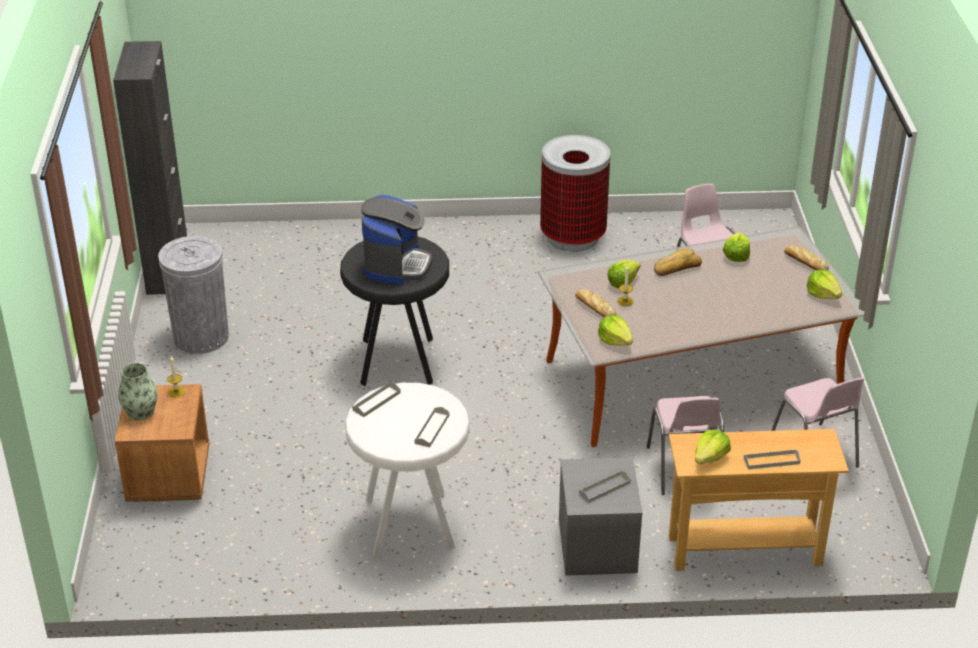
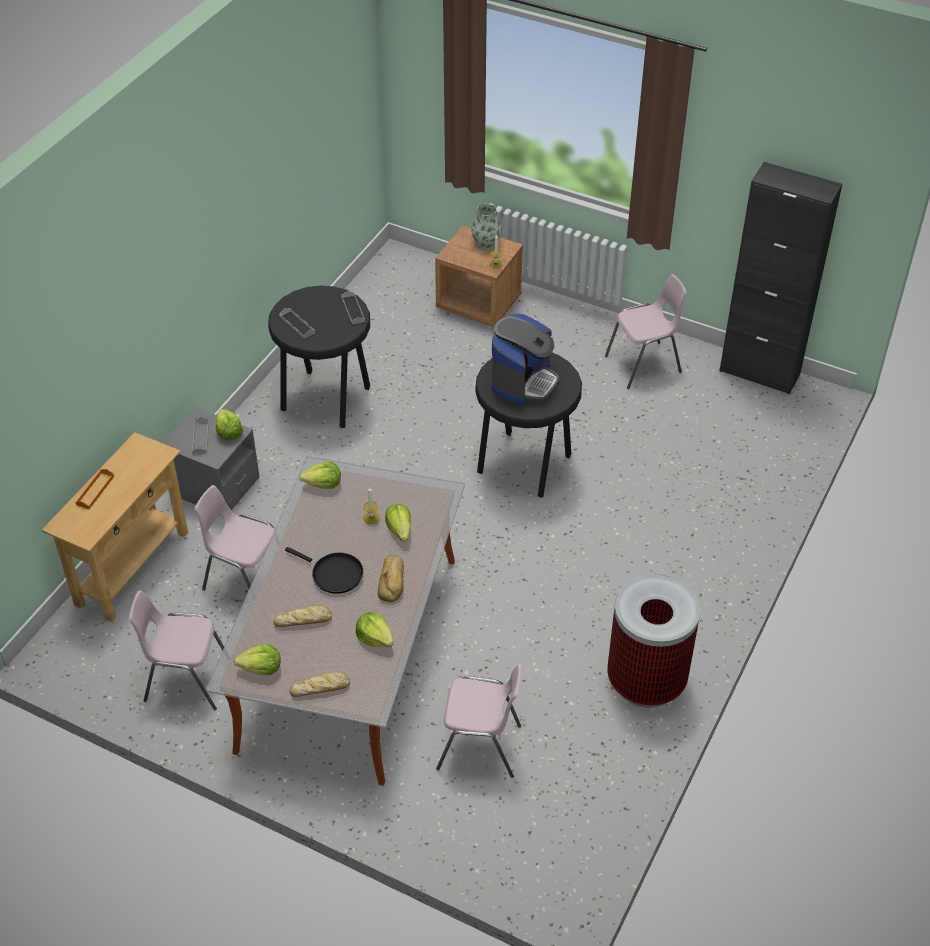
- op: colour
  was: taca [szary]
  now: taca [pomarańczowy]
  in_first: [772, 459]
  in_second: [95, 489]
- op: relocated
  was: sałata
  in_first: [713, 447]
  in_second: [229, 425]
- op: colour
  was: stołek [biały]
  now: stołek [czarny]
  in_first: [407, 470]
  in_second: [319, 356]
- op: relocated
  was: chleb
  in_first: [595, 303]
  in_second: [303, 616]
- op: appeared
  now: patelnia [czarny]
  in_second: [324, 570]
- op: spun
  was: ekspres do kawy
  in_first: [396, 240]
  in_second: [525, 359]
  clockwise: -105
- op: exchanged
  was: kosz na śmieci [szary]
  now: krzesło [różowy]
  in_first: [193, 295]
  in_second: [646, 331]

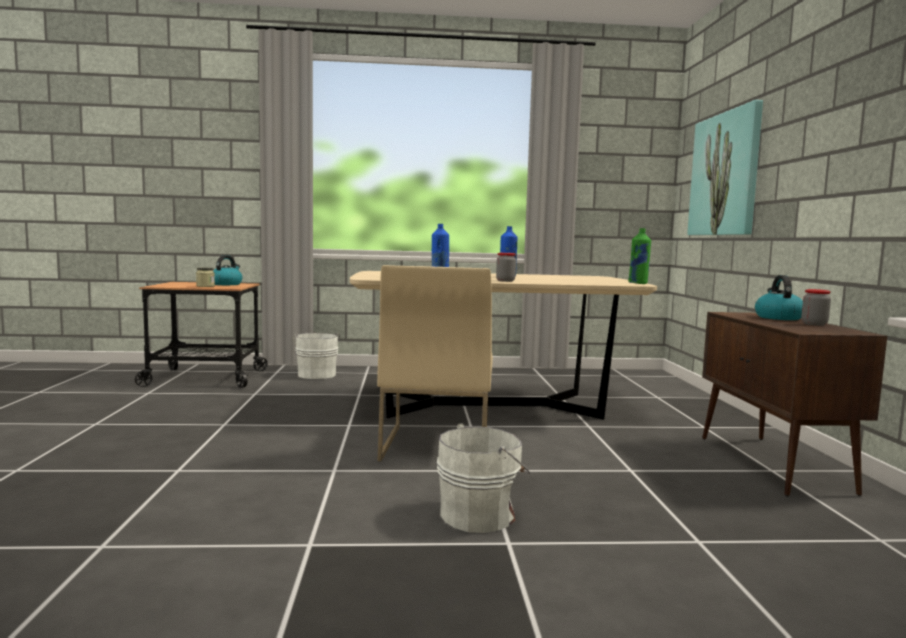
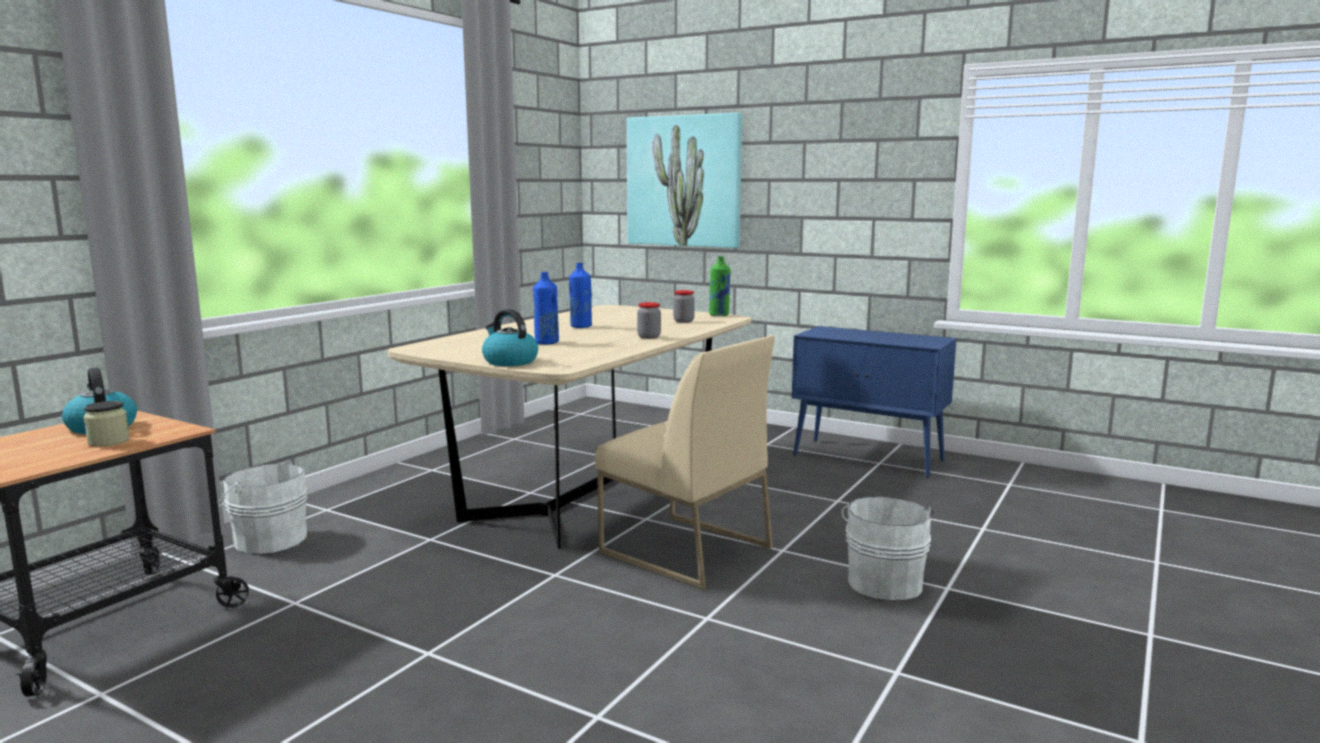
- op: relocated
  was: czajnik
  in_first: [779, 297]
  in_second: [510, 337]
- op: relocated
  was: słoik
  in_first: [816, 307]
  in_second: [684, 306]
- op: colour
  was: szafka [brązowy]
  now: szafka [niebieski]
  in_first: [794, 404]
  in_second: [874, 402]

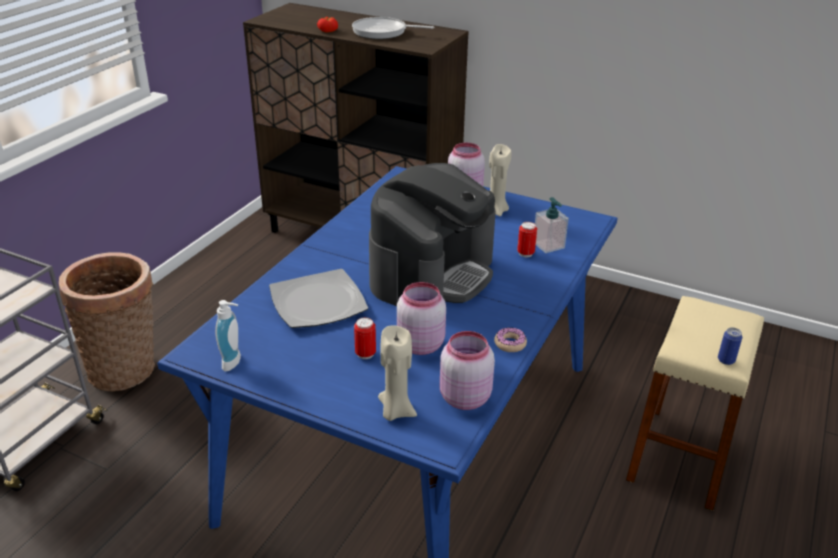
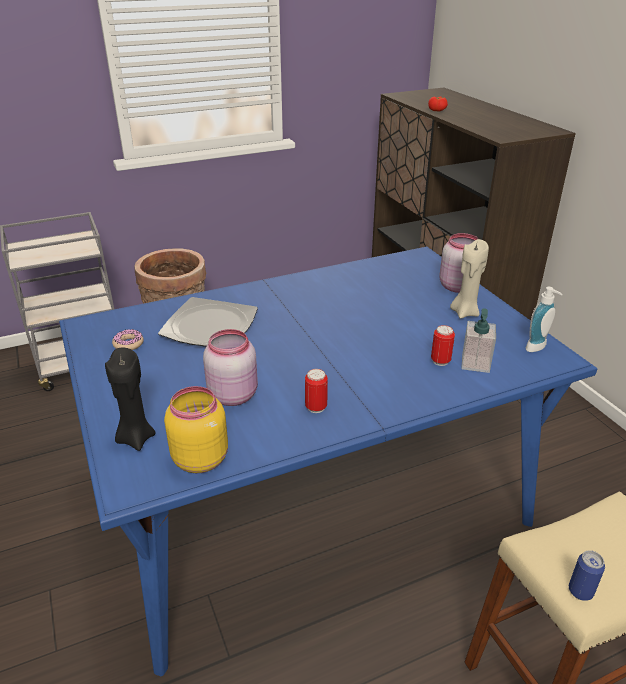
- op: colour
  was: świeca [beżowy]
  now: świeca [czarny]
  in_first: [397, 373]
  in_second: [130, 399]
- op: relocated
  was: donut
  in_first: [510, 340]
  in_second: [128, 339]
- op: colour
  was: słoik [różowy]
  now: słoik [żółty]
  in_first: [467, 370]
  in_second: [196, 429]
- op: relocated
  was: puszka
  in_first: [365, 338]
  in_second: [316, 391]
- op: relocated
  was: dozownik mydła
  in_first: [228, 335]
  in_second: [544, 319]
- op: missing
  was: patelnia
  in_first: [393, 28]
- op: missing
  was: ekspres do kawy
  in_first: [432, 234]

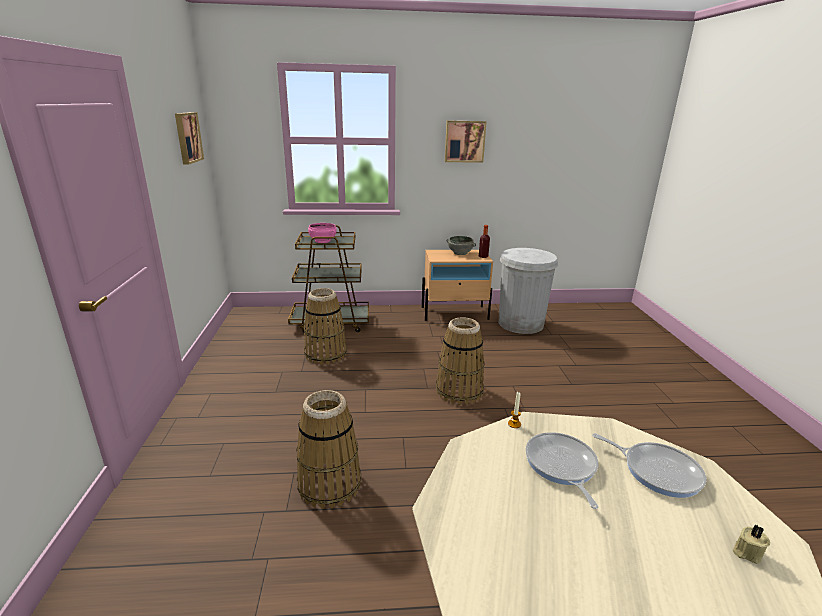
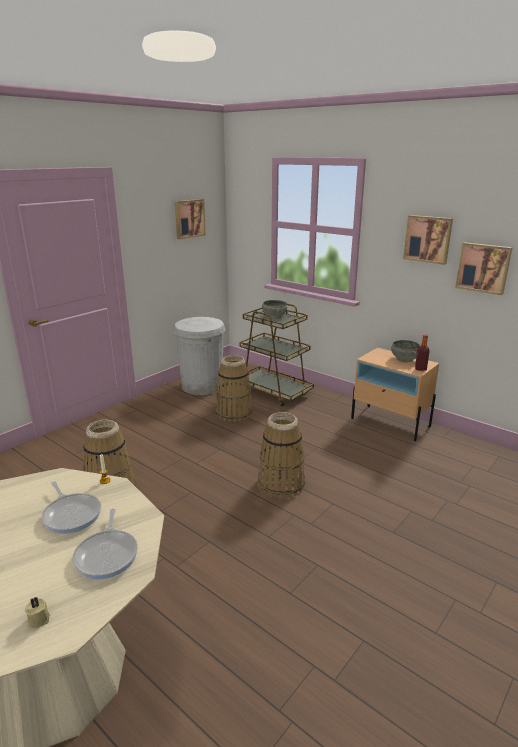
- op: spun
  was: patelnia
  in_first: [562, 470]
  in_second: [71, 507]
  clockwise: 105
- op: relocated
  was: kosz na śmieci [biały]
  in_first: [528, 291]
  in_second: [199, 356]
- op: colour
  was: miska [różowy]
  now: miska [szary]
  in_first: [322, 233]
  in_second: [274, 309]
- op: appeared
  now: obraz
  in_second: [484, 268]

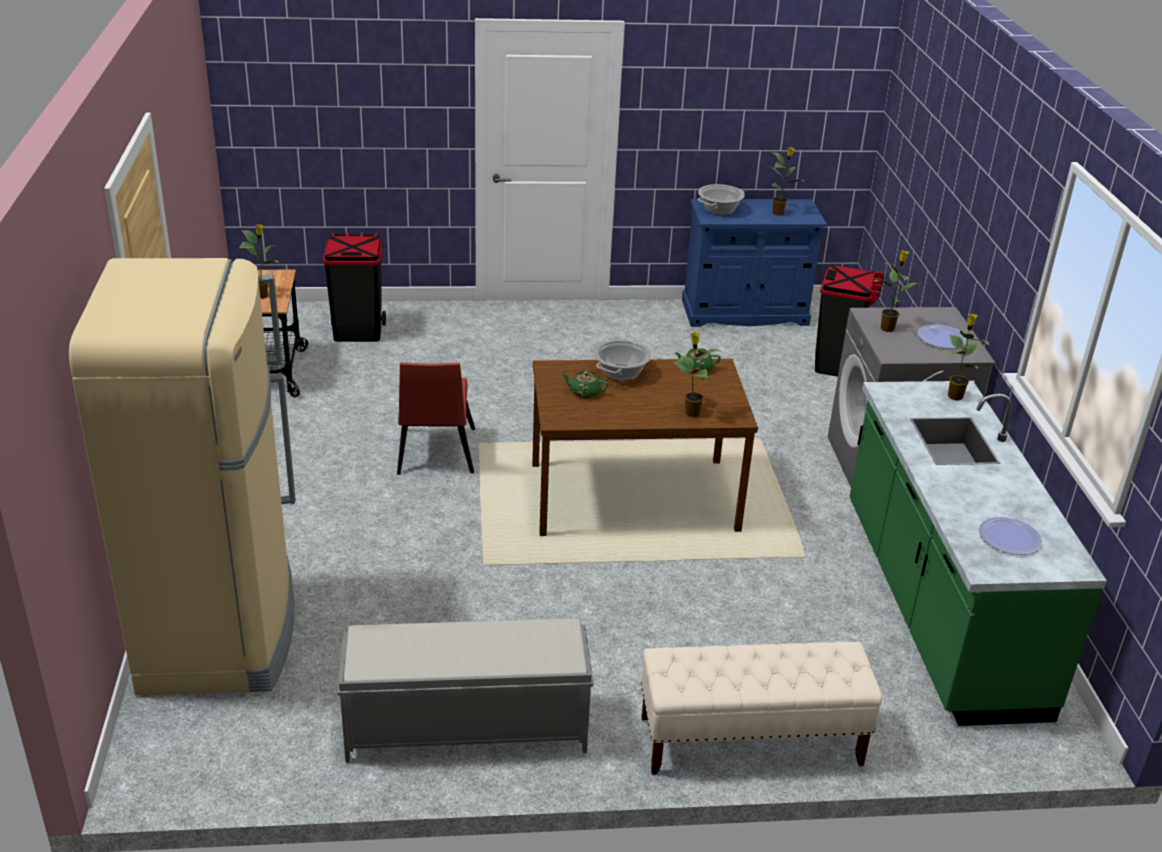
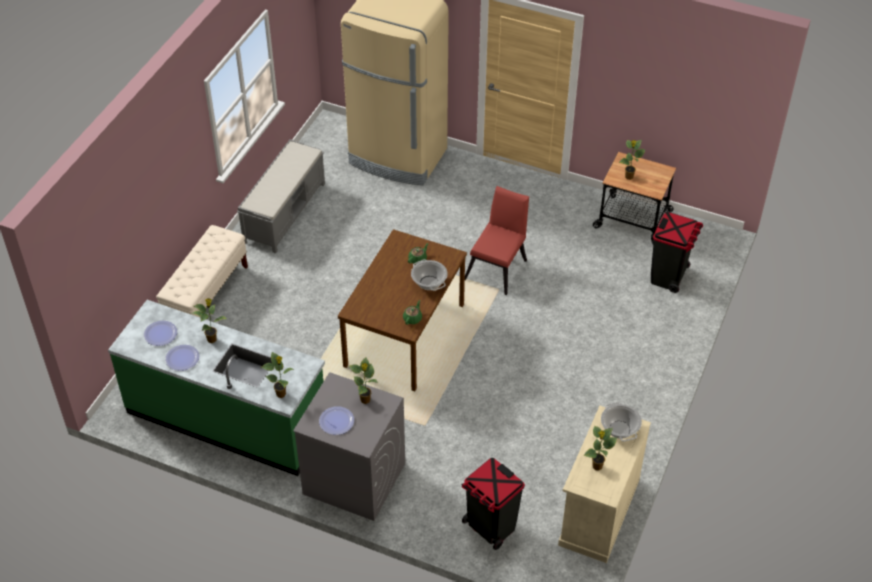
- op: appeared
  now: talerz
  in_second: [182, 358]
- op: relocated
  was: roślina doniczkowa
  in_first: [696, 374]
  in_second: [209, 320]
- op: spun
  was: krzesło [czerwony]
  in_first: [436, 418]
  in_second: [497, 240]
  clockwise: 90
- op: colour
  was: szafka [niebieski]
  now: szafka [beżowy]
  in_first: [754, 263]
  in_second: [604, 484]

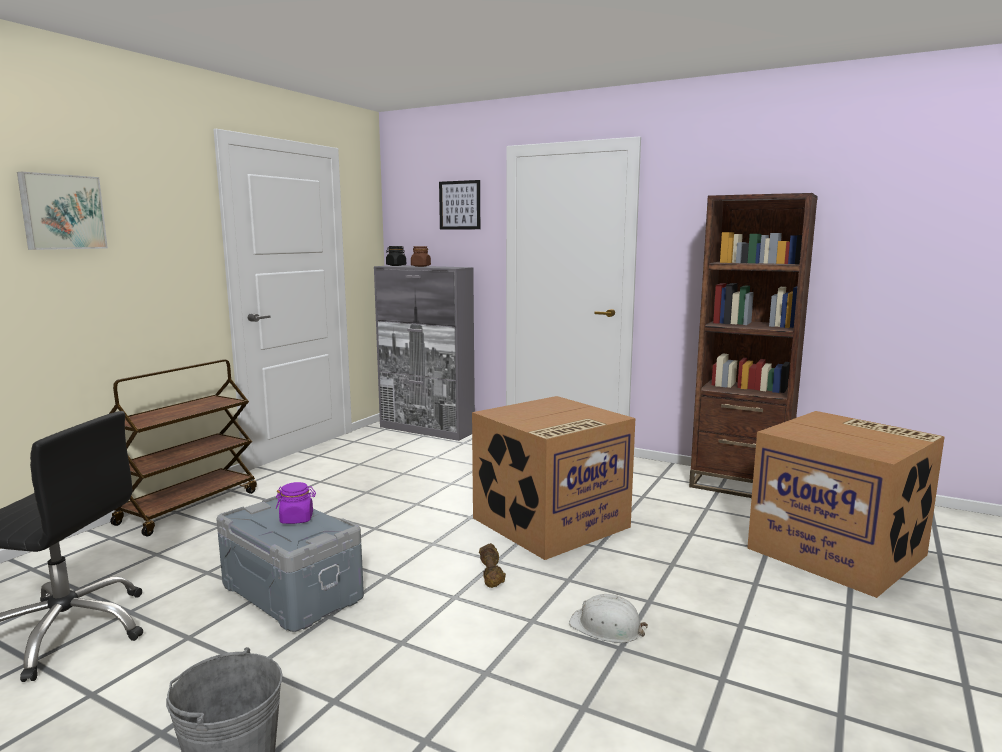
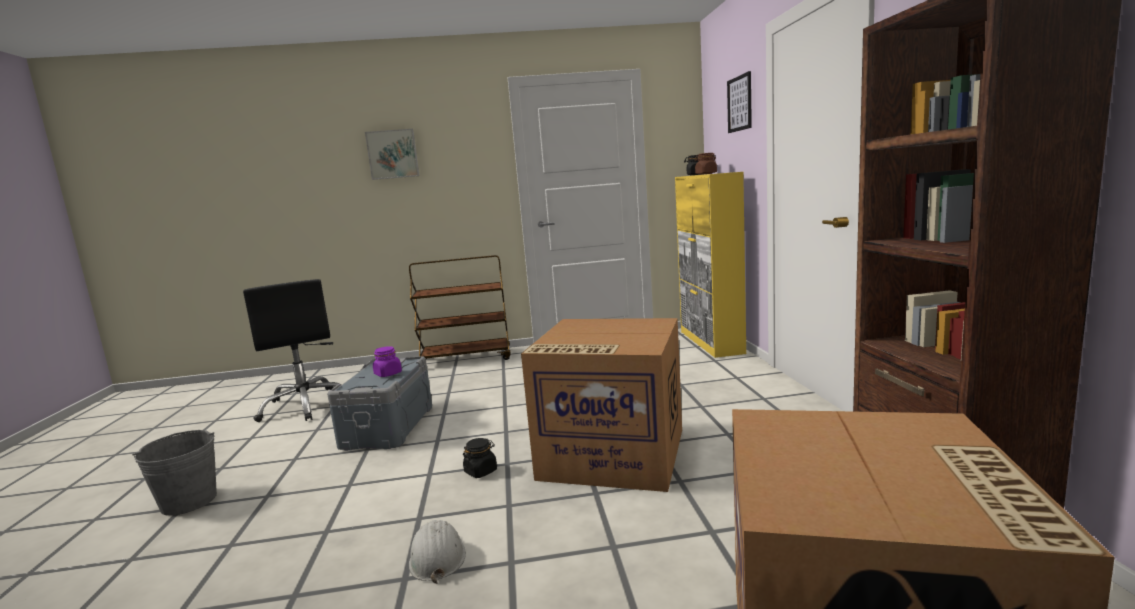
- op: exchanged
  was: hantel [brązowy]
  now: słoik [czarny]
  in_first: [492, 565]
  in_second: [480, 458]
- op: colour
  was: szafka [szary]
  now: szafka [żółty]
  in_first: [424, 353]
  in_second: [710, 265]

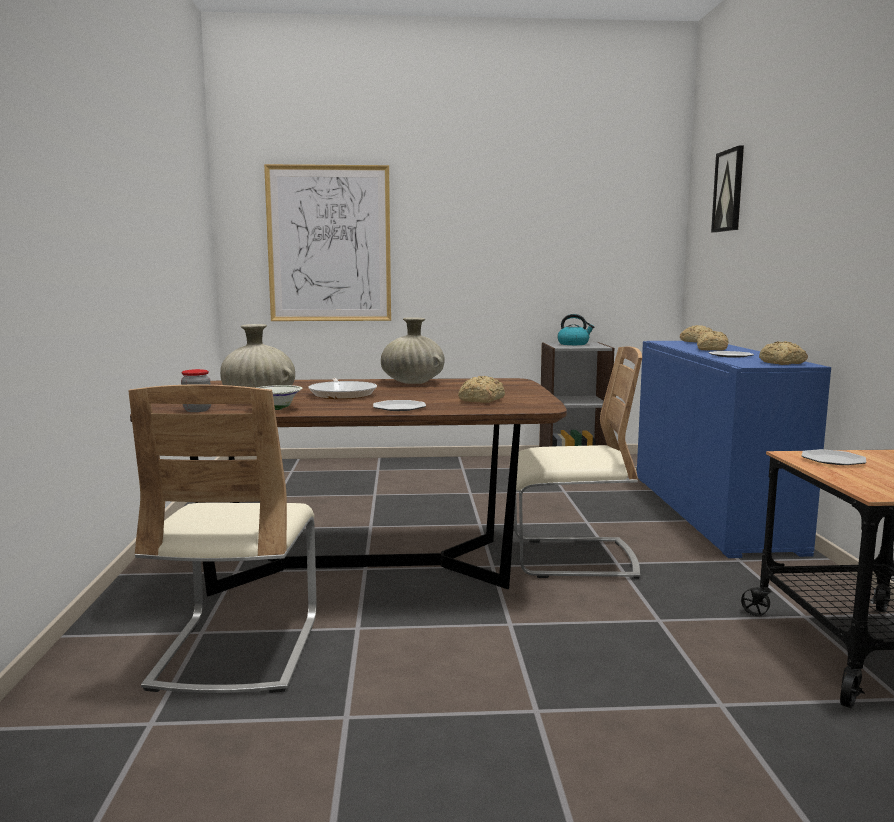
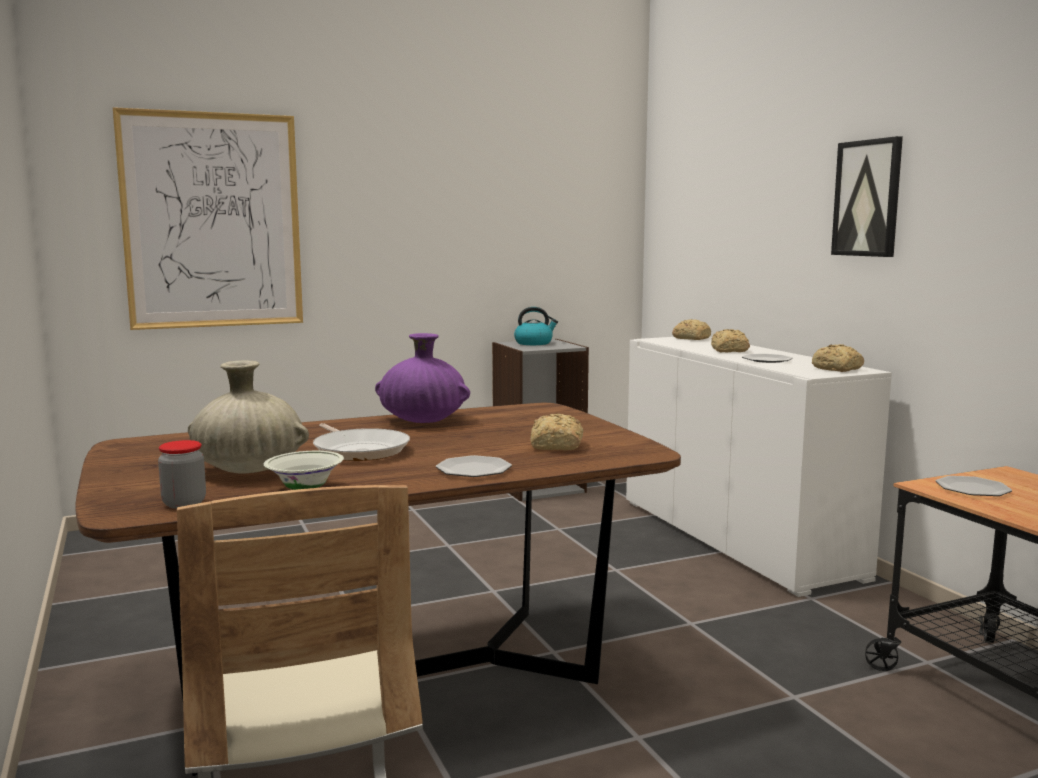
- op: colour
  was: wazon [beżowy]
  now: wazon [fioletowy]
  in_first: [413, 350]
  in_second: [422, 378]
- op: colour
  was: szafka [niebieski]
  now: szafka [biały]
  in_first: [734, 449]
  in_second: [759, 467]
- op: relocated
  was: obraz
  in_first: [727, 189]
  in_second: [867, 196]
- op: missing
  was: krzesło [beżowy]
  in_first: [578, 463]

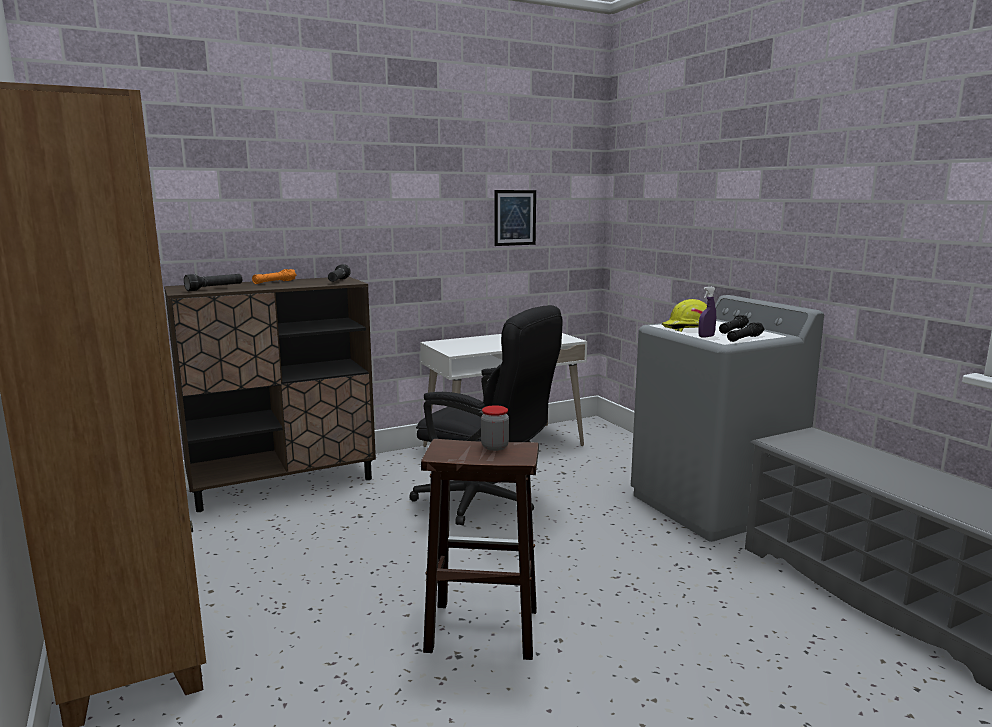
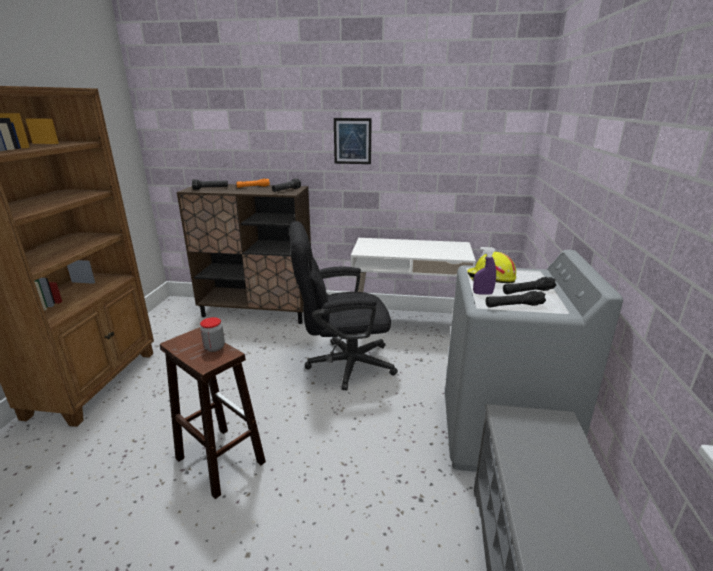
- op: spun
  was: krzesło biurowe [czarny]
  in_first: [486, 415]
  in_second: [343, 305]
  clockwise: 105
- op: relocated
  was: obraz
  in_first: [515, 218]
  in_second: [353, 141]

